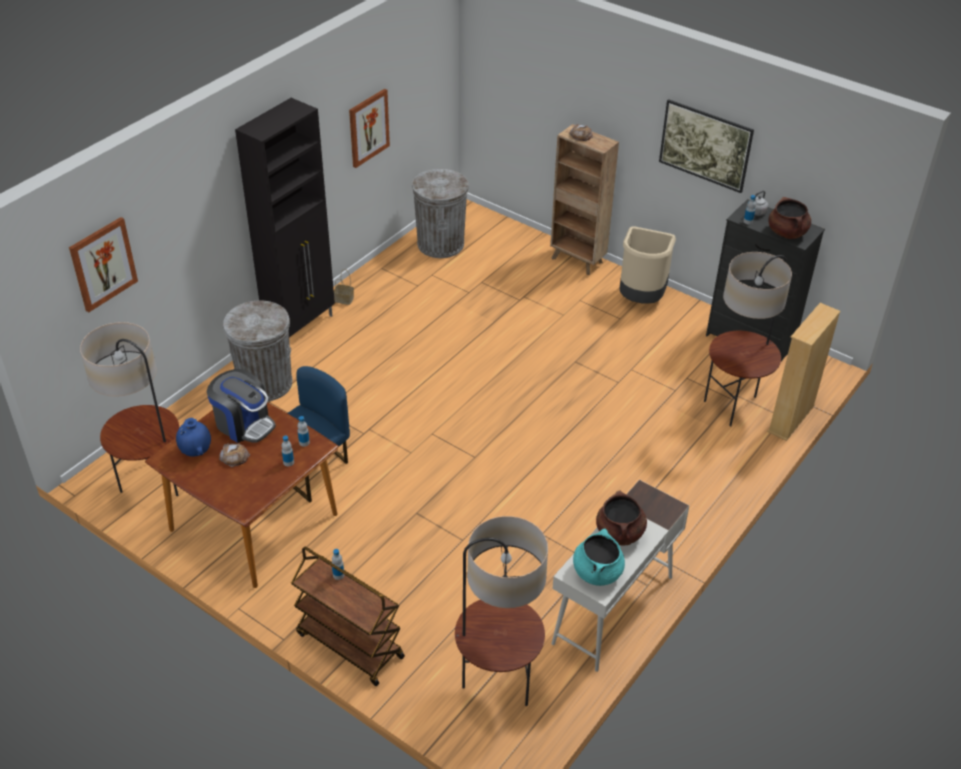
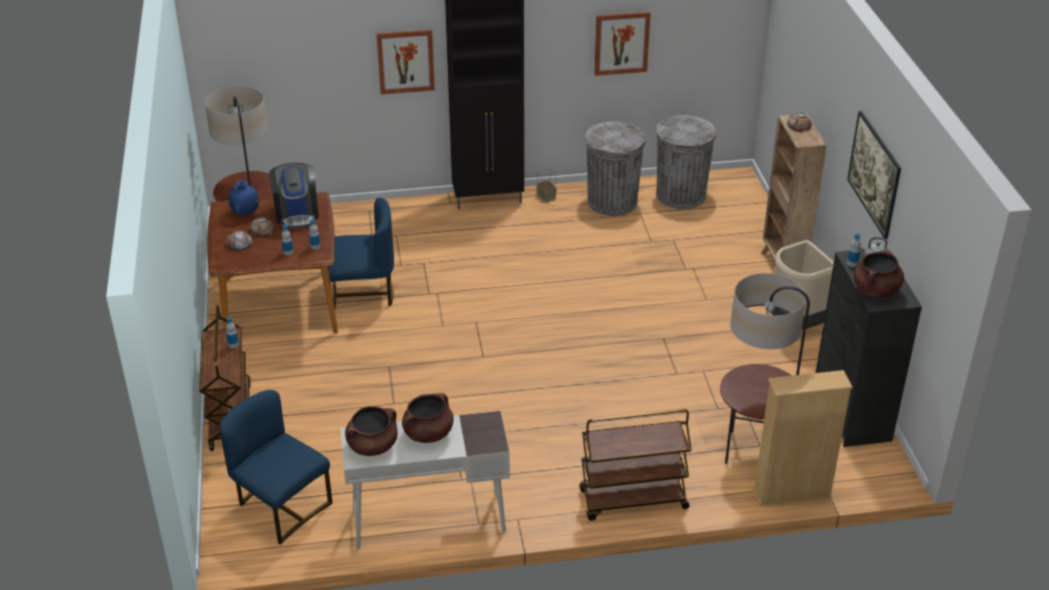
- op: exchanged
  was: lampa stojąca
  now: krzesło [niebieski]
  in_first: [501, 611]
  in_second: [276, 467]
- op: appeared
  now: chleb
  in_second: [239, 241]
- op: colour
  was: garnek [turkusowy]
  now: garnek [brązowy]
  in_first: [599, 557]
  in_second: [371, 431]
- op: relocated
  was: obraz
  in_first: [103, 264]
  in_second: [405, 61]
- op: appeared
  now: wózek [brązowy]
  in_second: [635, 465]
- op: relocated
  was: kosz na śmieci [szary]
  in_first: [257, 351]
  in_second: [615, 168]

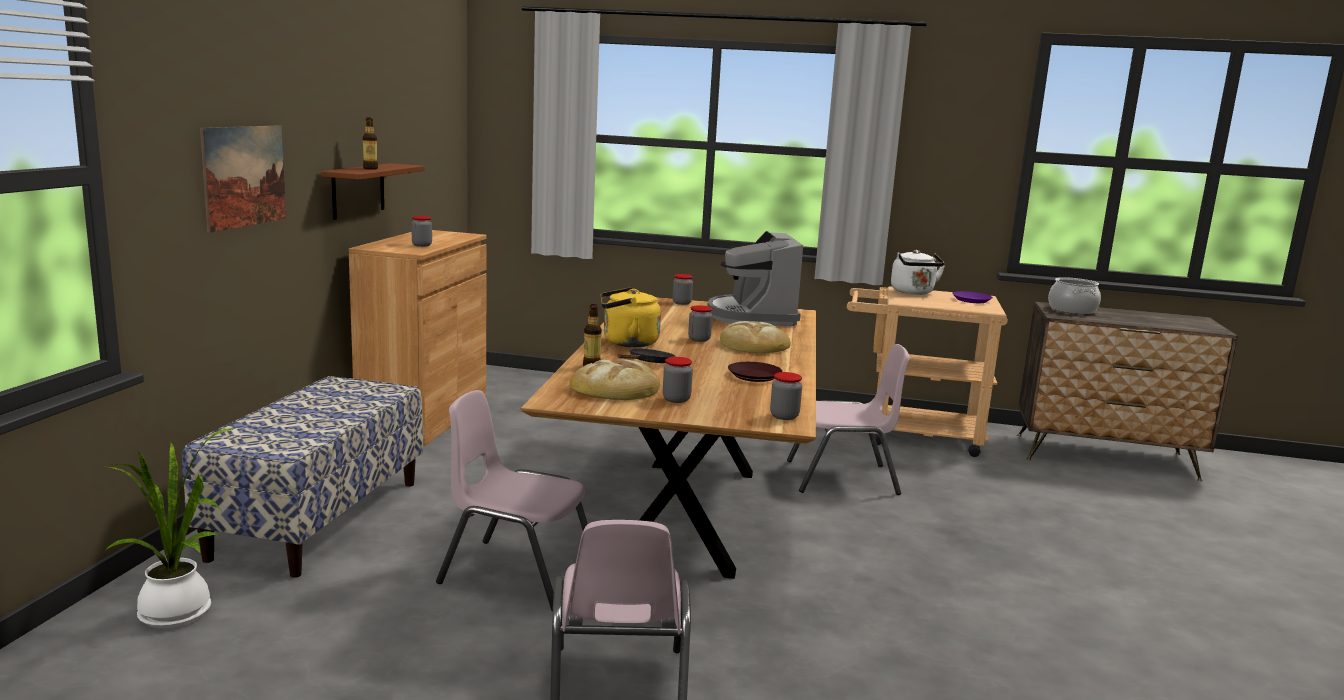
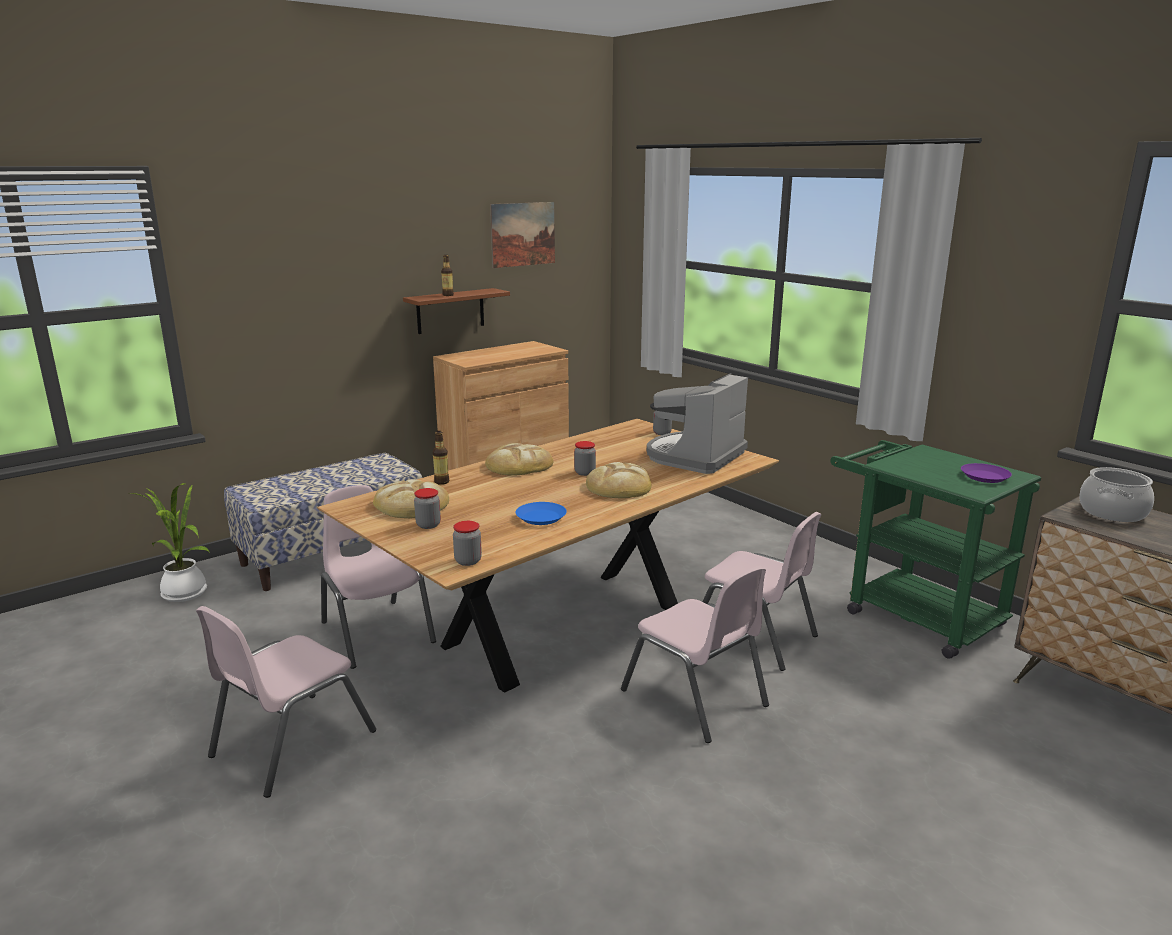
- op: exchanged
  was: czajnik [żółty]
  now: chleb
  in_first: [631, 317]
  in_second: [519, 459]
- op: relocated
  was: obraz
  in_first: [243, 179]
  in_second: [522, 235]
- op: colour
  was: talerz [brązowy]
  now: talerz [niebieski]
  in_first: [755, 372]
  in_second: [541, 513]
- op: appeared
  now: krzesło [różowy]
  in_second: [695, 654]
- op: colour
  was: wózek [beżowy]
  now: wózek [zielony]
  in_first: [927, 371]
  in_second: [936, 549]
- op: missing
  was: słoik
  in_first: [421, 231]
- op: missing
  was: patelnia [czarny]
  in_first: [646, 355]
- op: missing
  was: czajnik [biały]
  in_first: [918, 272]

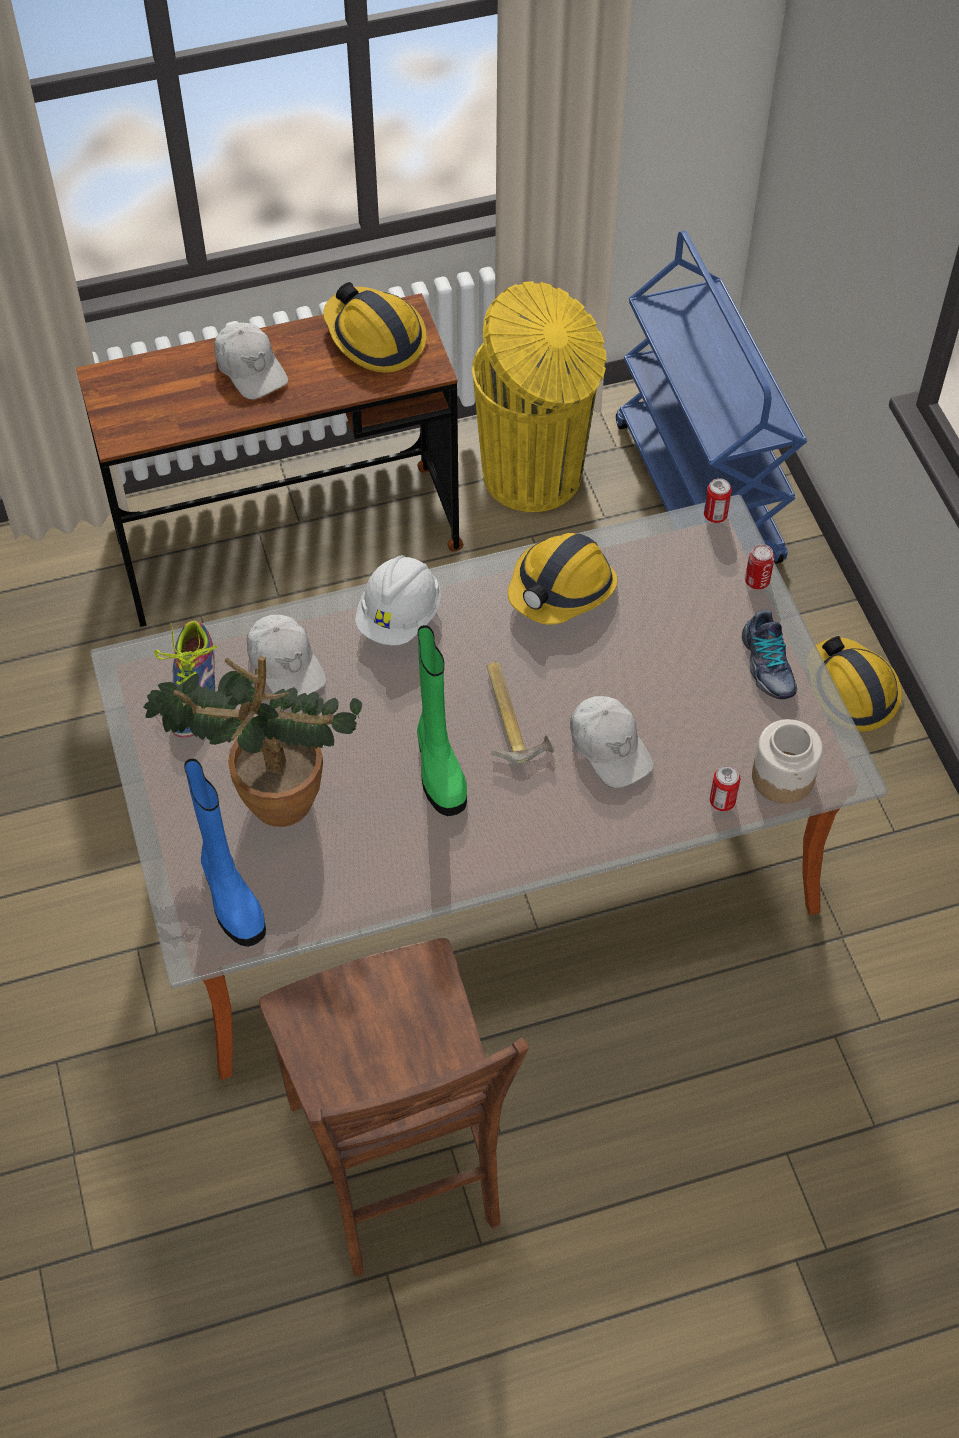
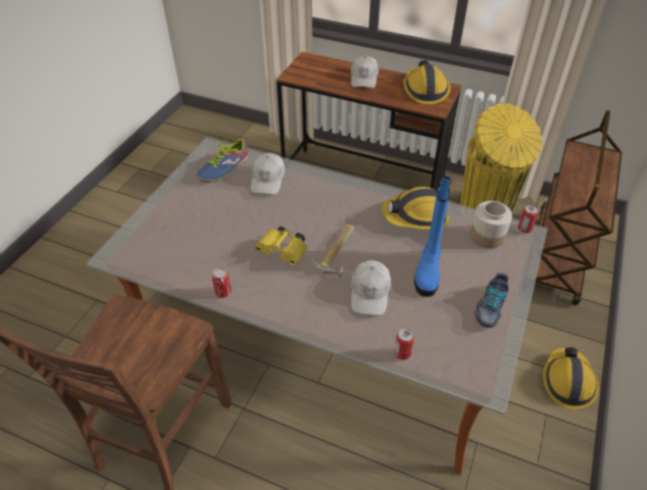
- op: relocated
  was: puszka
  in_first: [760, 566]
  in_second: [221, 283]
- op: exchanged
  was: but z cholewką [zielony]
  now: lornetka [żółty]
  in_first: [442, 720]
  in_second: [281, 245]
- op: relocated
  was: but z cholewką [niebieski]
  in_first: [225, 852]
  in_second: [432, 236]
- op: relocated
  was: słoik
  in_first: [787, 761]
  in_second: [491, 224]
- op: colour
  was: wózek [niebieski]
  now: wózek [brązowy]
  in_first: [711, 397]
  in_second: [578, 207]
- op: missing
  was: roślina doniczkowa
  in_first: [253, 741]
- op: missing
  was: kask [biały]
  in_first: [398, 600]

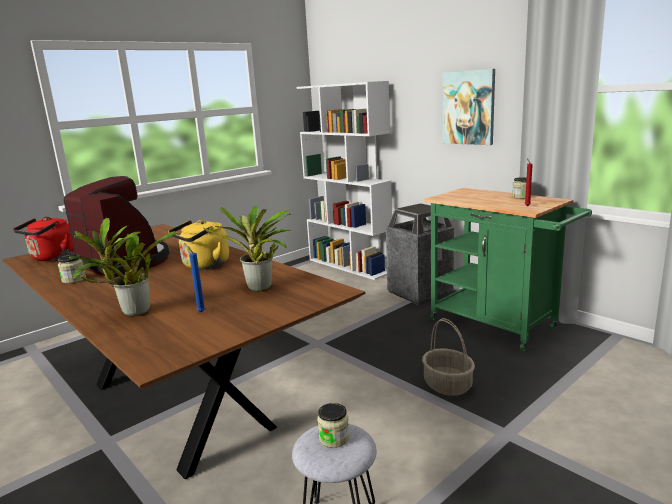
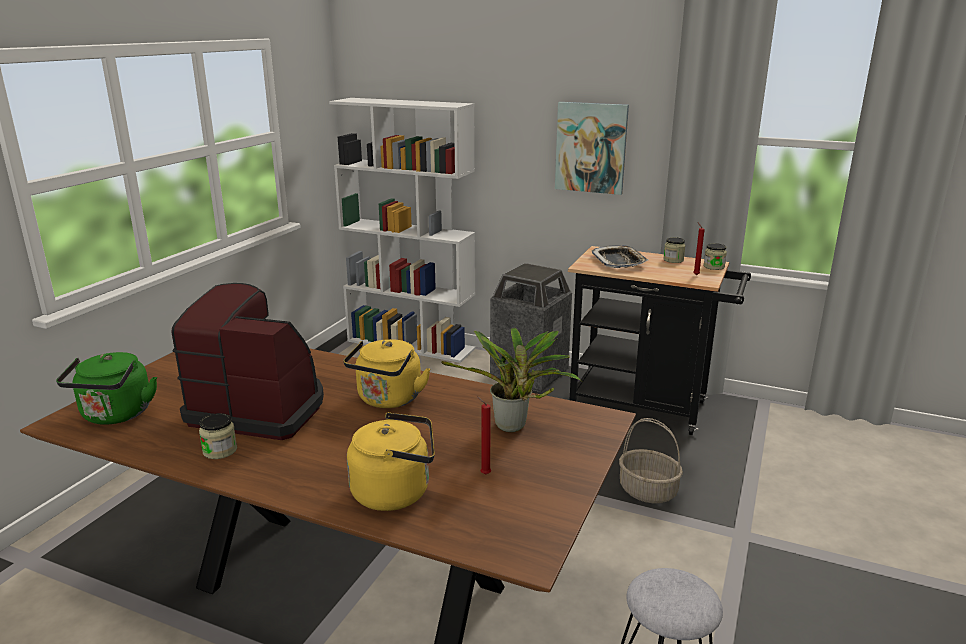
- op: colour
  was: czajnik [czerwony]
  now: czajnik [zielony]
  in_first: [44, 239]
  in_second: [106, 388]
- op: exchanged
  was: roślina doniczkowa
  now: czajnik [żółty]
  in_first: [123, 267]
  in_second: [391, 461]
- op: colour
  was: świeca [niebieski]
  now: świeca [czerwony]
  in_first: [196, 279]
  in_second: [484, 436]
- op: colour
  was: wózek [zielony]
  now: wózek [czarny]
  in_first: [507, 269]
  in_second: [659, 340]
- op: appeared
  now: taca
  in_second: [620, 256]
- op: relocated
  was: słoik
  in_first: [333, 425]
  in_second: [715, 256]

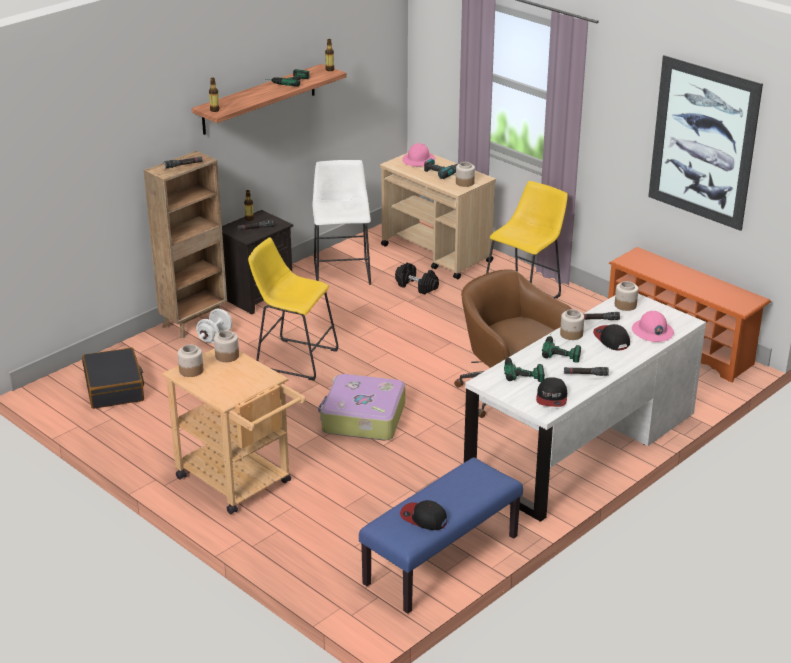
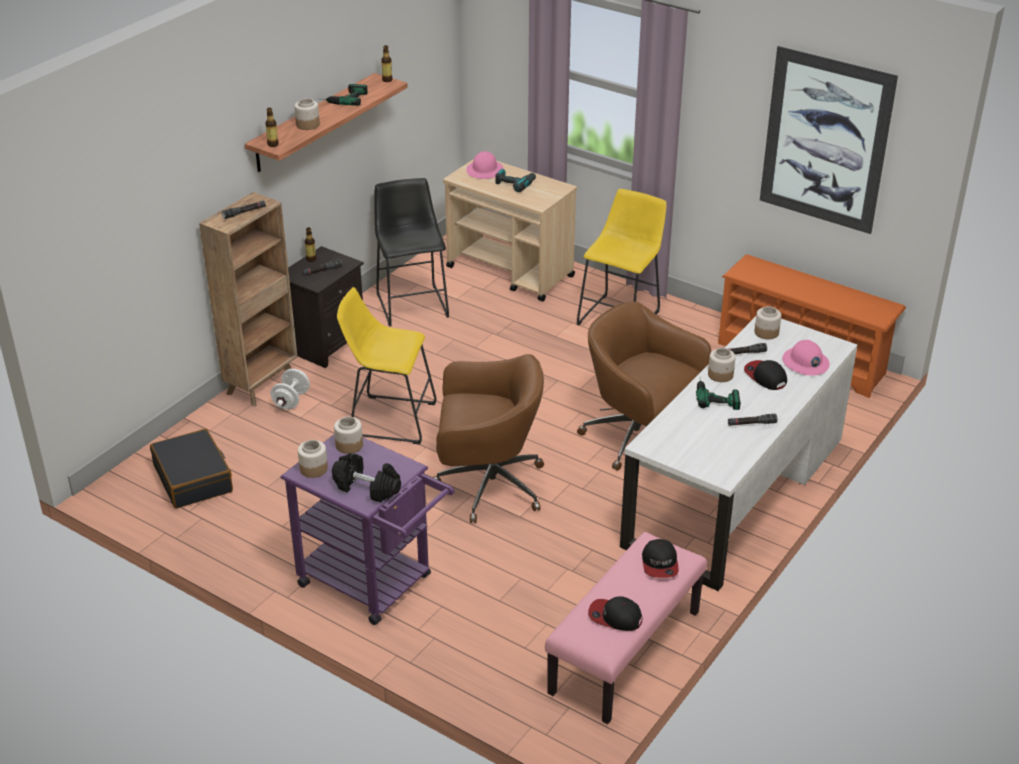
- op: colour
  was: wózek [beżowy]
  now: wózek [fioletowy]
  in_first: [234, 431]
  in_second: [367, 529]
- op: relocated
  was: słoik
  in_first: [465, 174]
  in_second: [307, 114]
- op: relocated
  was: hantel [czarny]
  in_first: [417, 278]
  in_second: [366, 477]
- op: colour
  was: stołek [biały]
  now: stołek [czarny]
  in_first: [341, 222]
  in_second: [411, 252]
- op: exchanged
  was: walizka
  now: krzesło biurowe [brązowy]
  in_first: [361, 407]
  in_second: [488, 438]
- op: colour
  was: ławka [niebieski]
  now: ławka [różowy]
  in_first: [441, 535]
  in_second: [626, 628]
- op: relocated
  was: czapka z daszkiem
  in_first: [551, 392]
  in_second: [660, 558]
- op: missing
  was: wiertarka
  in_first: [524, 368]

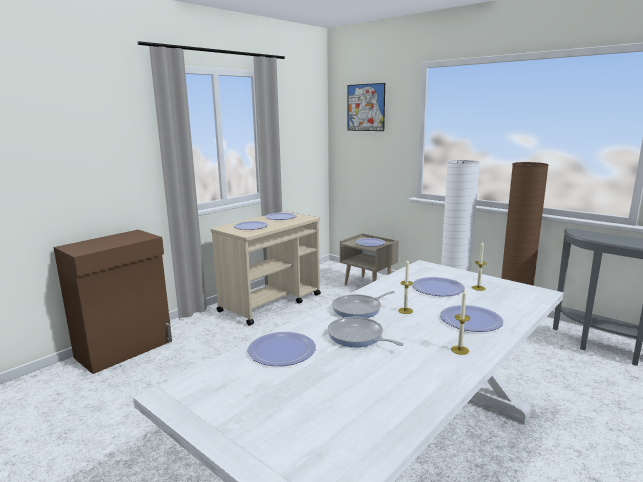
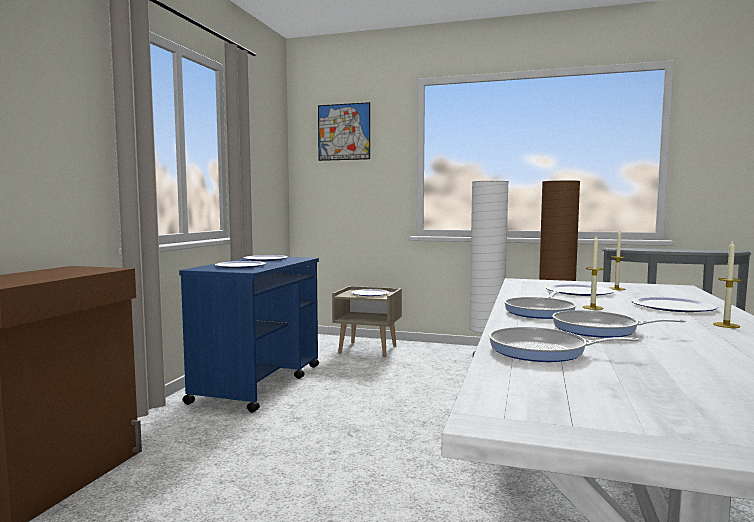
- op: colour
  was: wózek [beżowy]
  now: wózek [niebieski]
  in_first: [266, 268]
  in_second: [249, 335]
- op: exchanged
  was: talerz
  now: patelnia
  in_first: [281, 349]
  in_second: [564, 344]

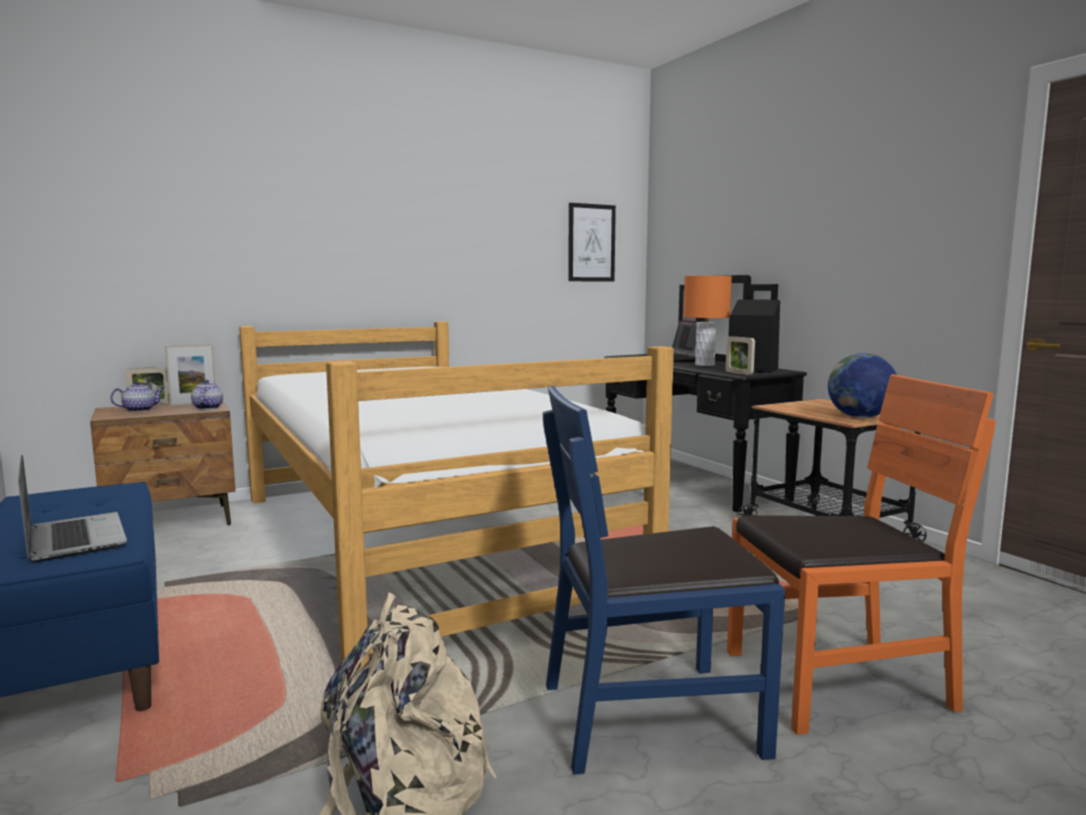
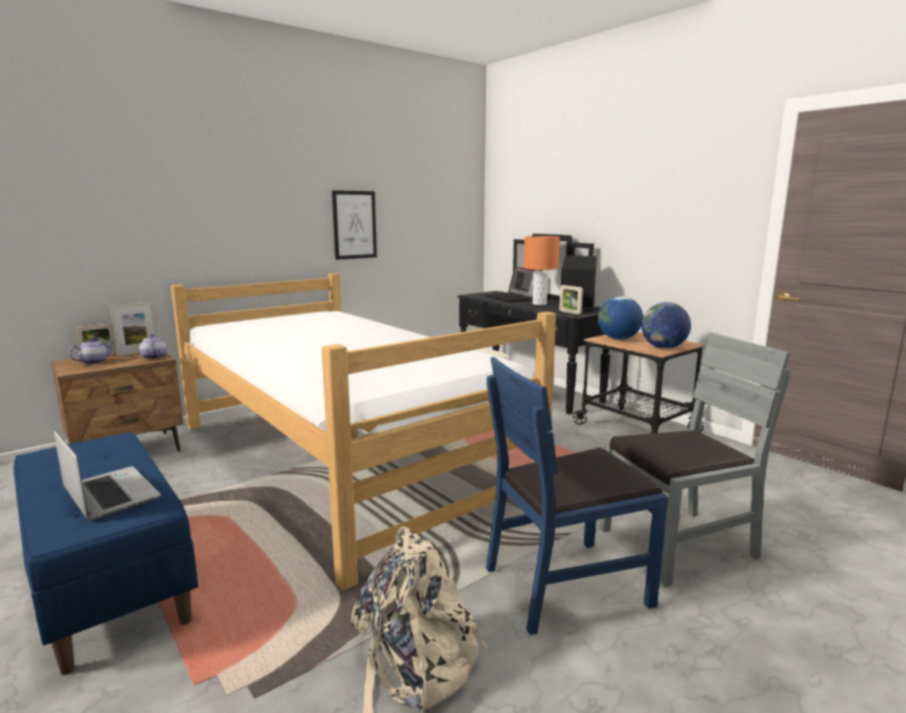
- op: relocated
  was: obraz
  in_first: [592, 242]
  in_second: [354, 225]
- op: appeared
  now: globus
  in_second: [620, 318]
- op: colour
  was: krzesło [pomarańczowy]
  now: krzesło [szary]
  in_first: [861, 554]
  in_second: [695, 459]

